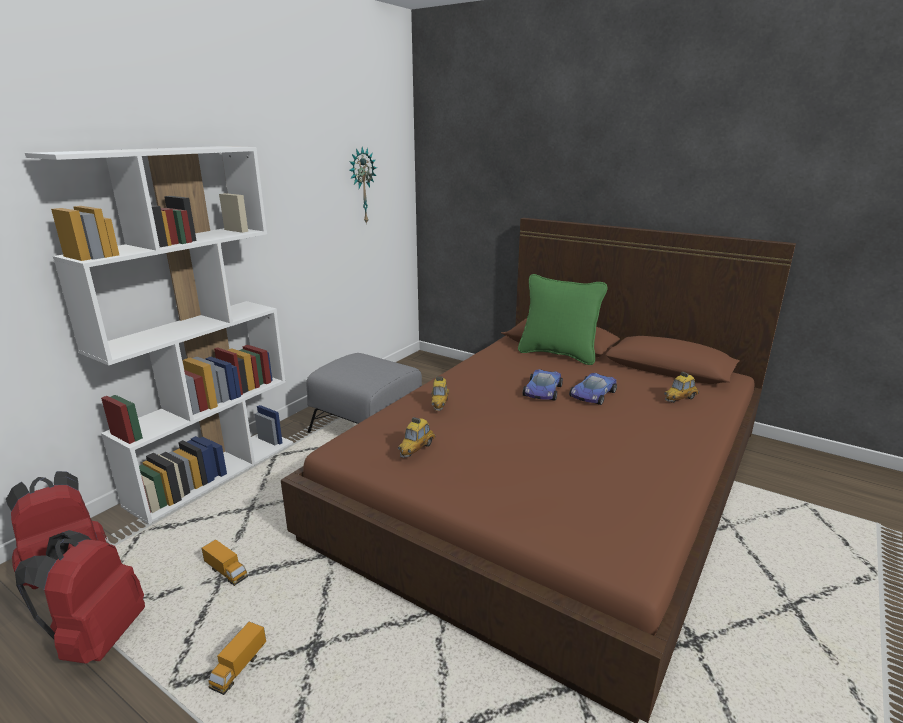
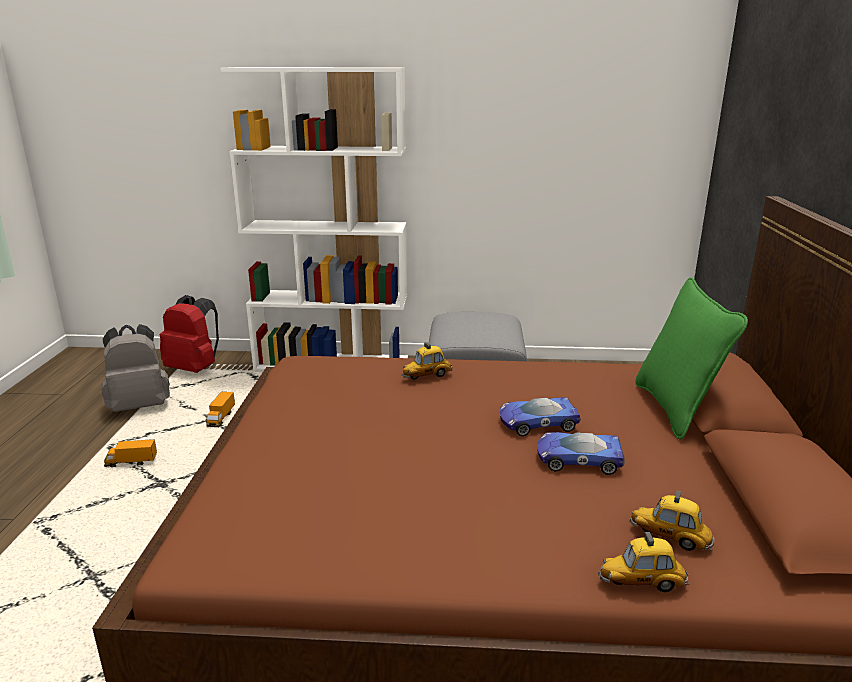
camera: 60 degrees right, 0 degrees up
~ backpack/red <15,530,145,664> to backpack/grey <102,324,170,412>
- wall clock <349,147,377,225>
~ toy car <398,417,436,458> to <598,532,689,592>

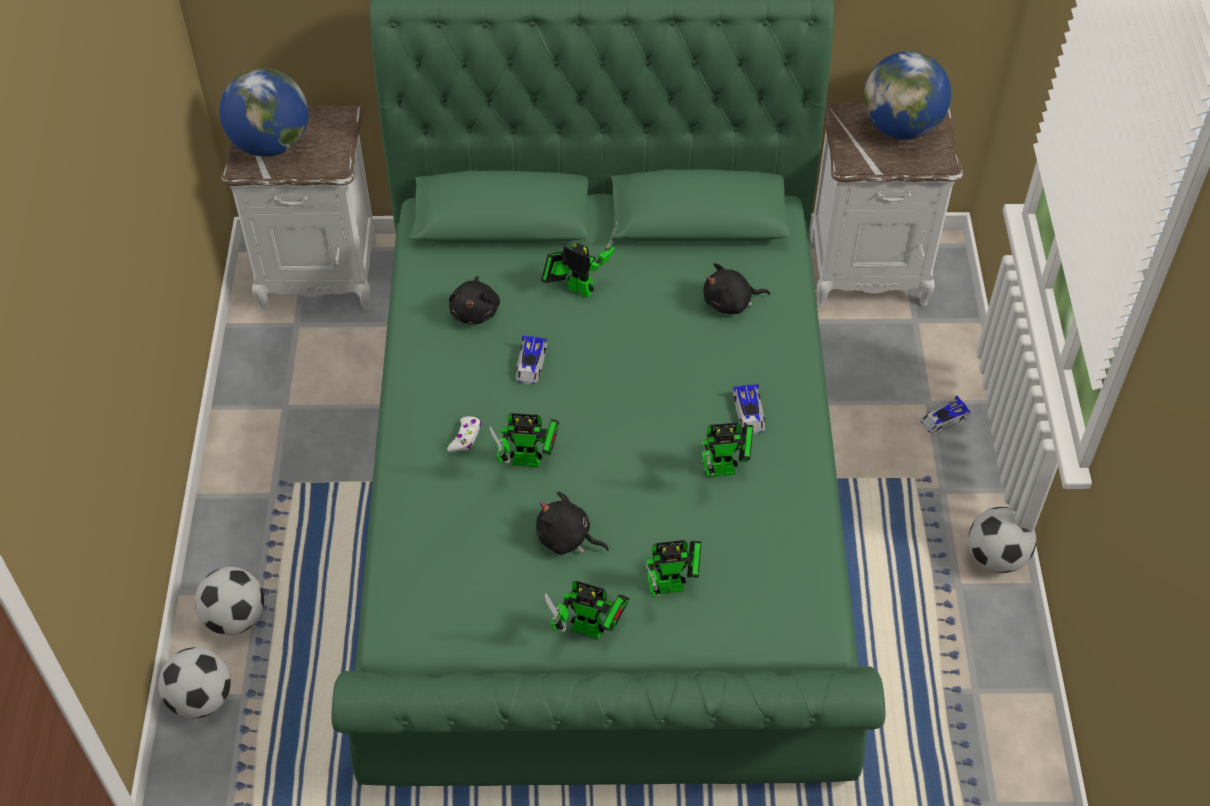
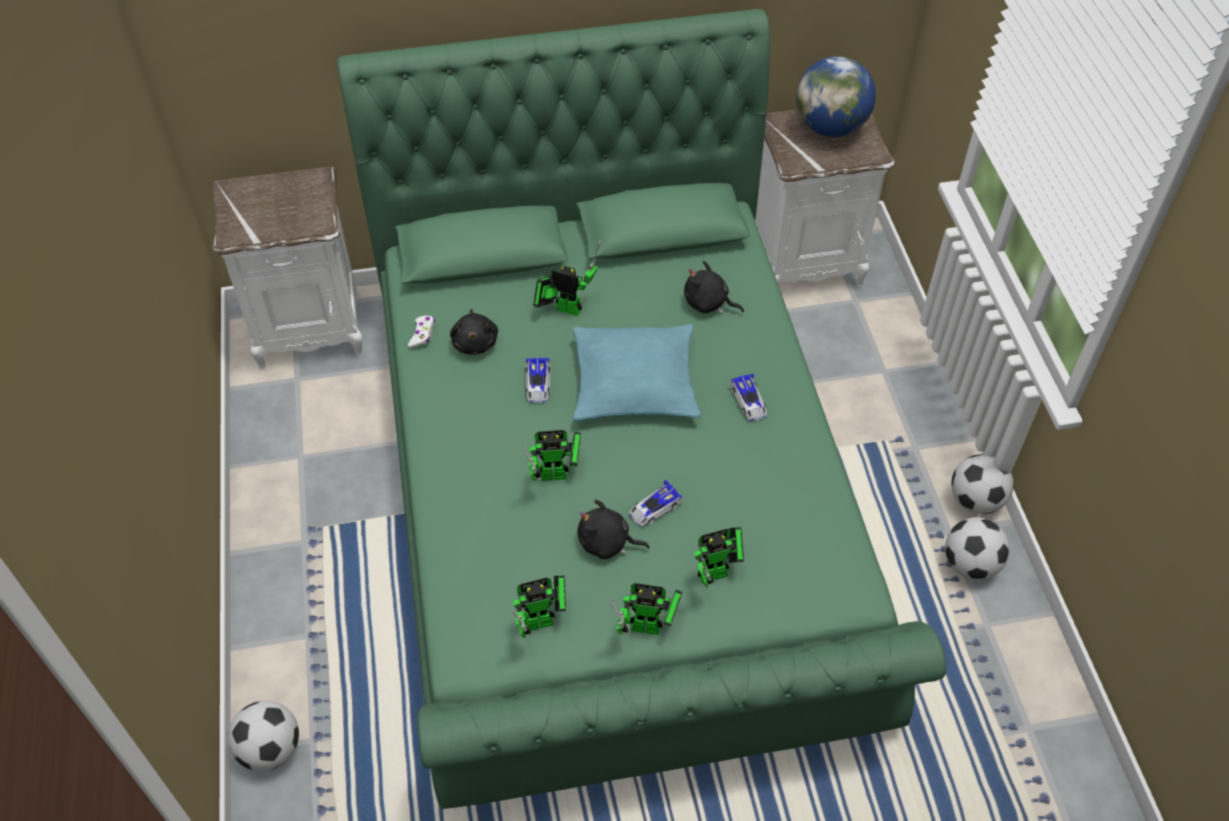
camera: 10 degrees left, 0 degrees up
~ football <195,567,264,635> to <945,517,1010,580>
- globe <220,68,309,157>
~ game controller/white <447,416,481,452> to <408,316,435,348>
~ toy robot <701,423,754,477> to <511,575,566,638>
~ plush toy/black <703,263,770,314> = <684,261,744,314> 45 degrees clockwise
~ toy car <921,395,971,433> to <629,480,683,527>
+ pillow/turquoise <573,324,701,421>

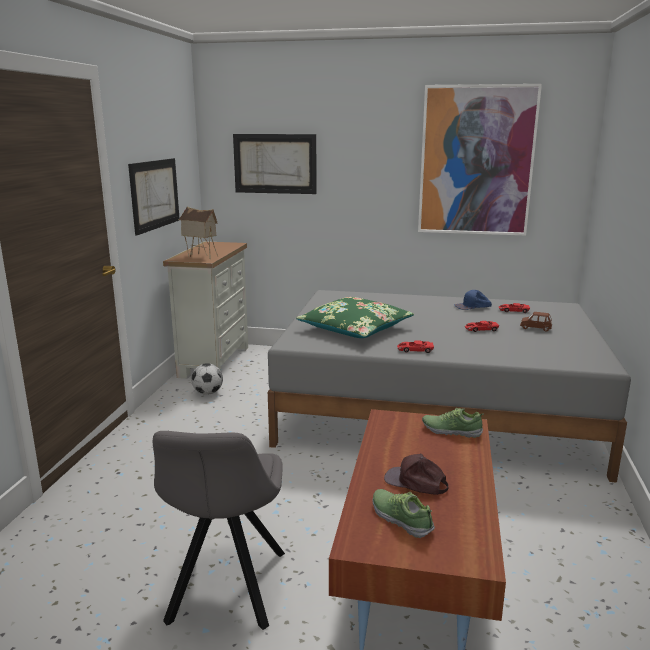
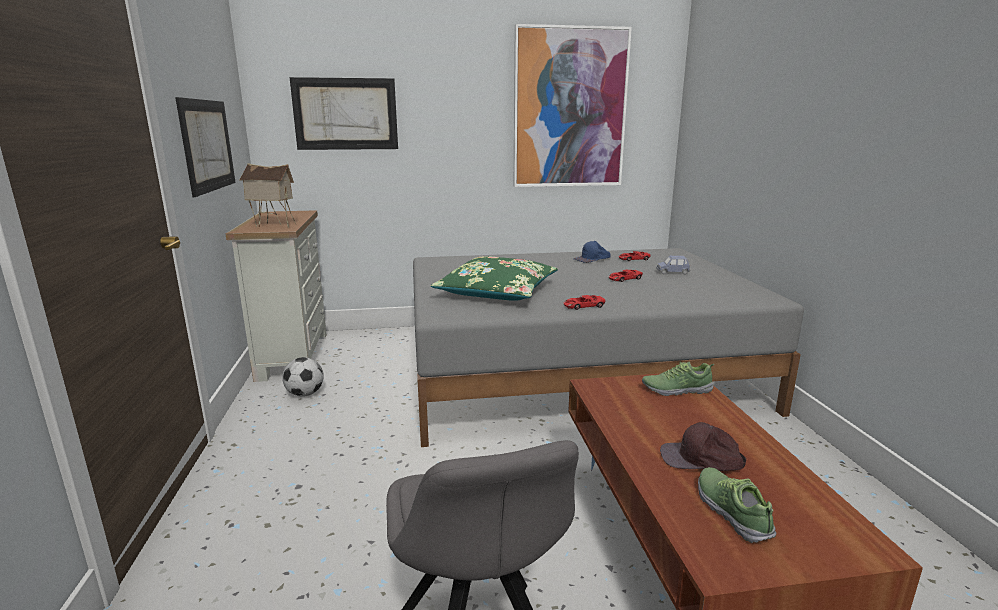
camera: 20 degrees left, 0 degrees up
~ shoe <373,489,435,538> = <698,467,776,543> 45 degrees clockwise
~ toy car/brown <520,312,552,332> to toy car/blue <656,256,690,275>

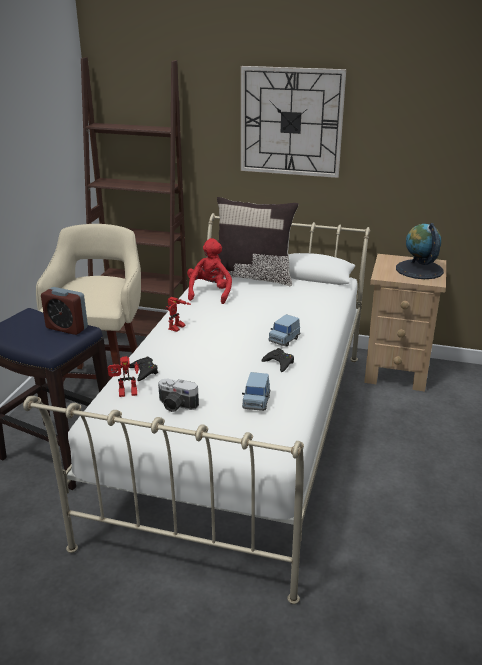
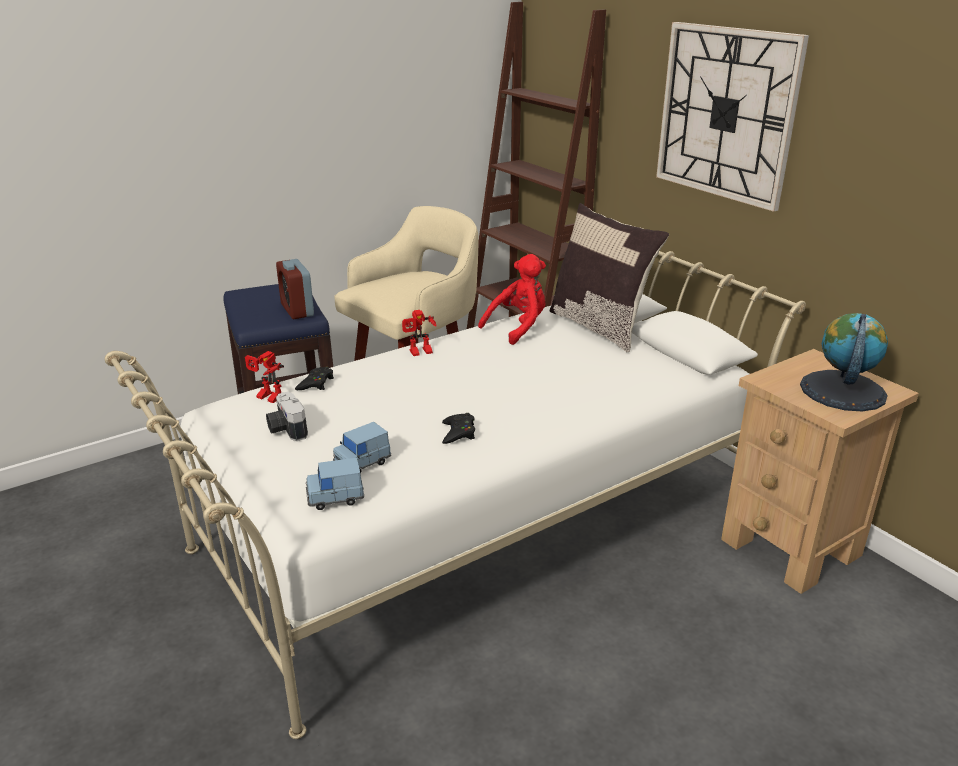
camera: 40 degrees right, 0 degrees up
~ toy car/blue <269,314,300,347> to <305,458,364,510>

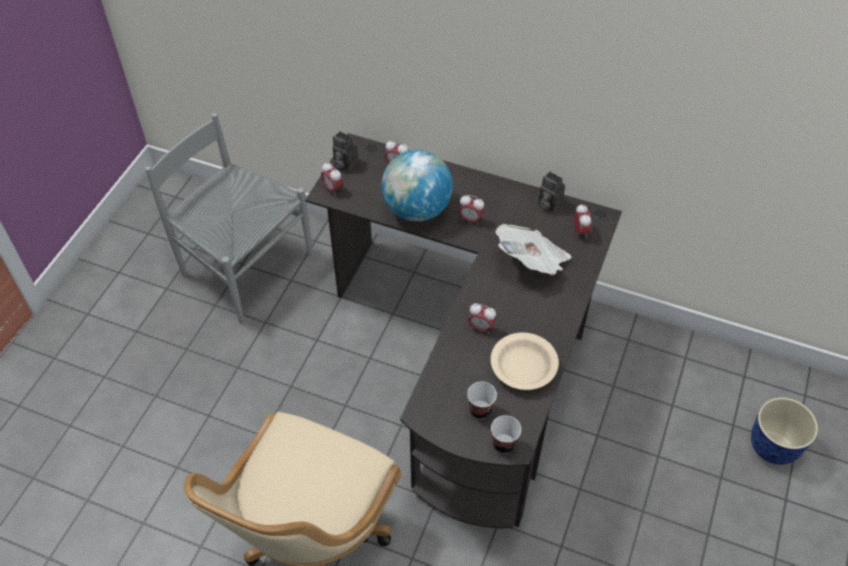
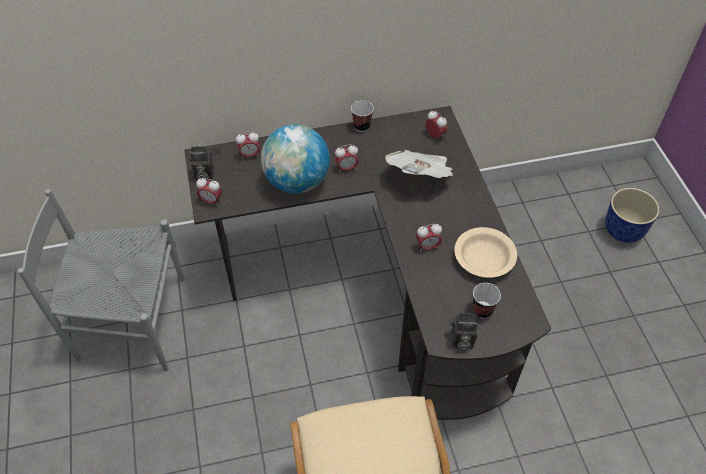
camera: 35 degrees left, 0 degrees up
~ cup <491,415,521,454> to <351,100,374,132>
~ photo camera <538,172,565,213> to <451,313,478,350>

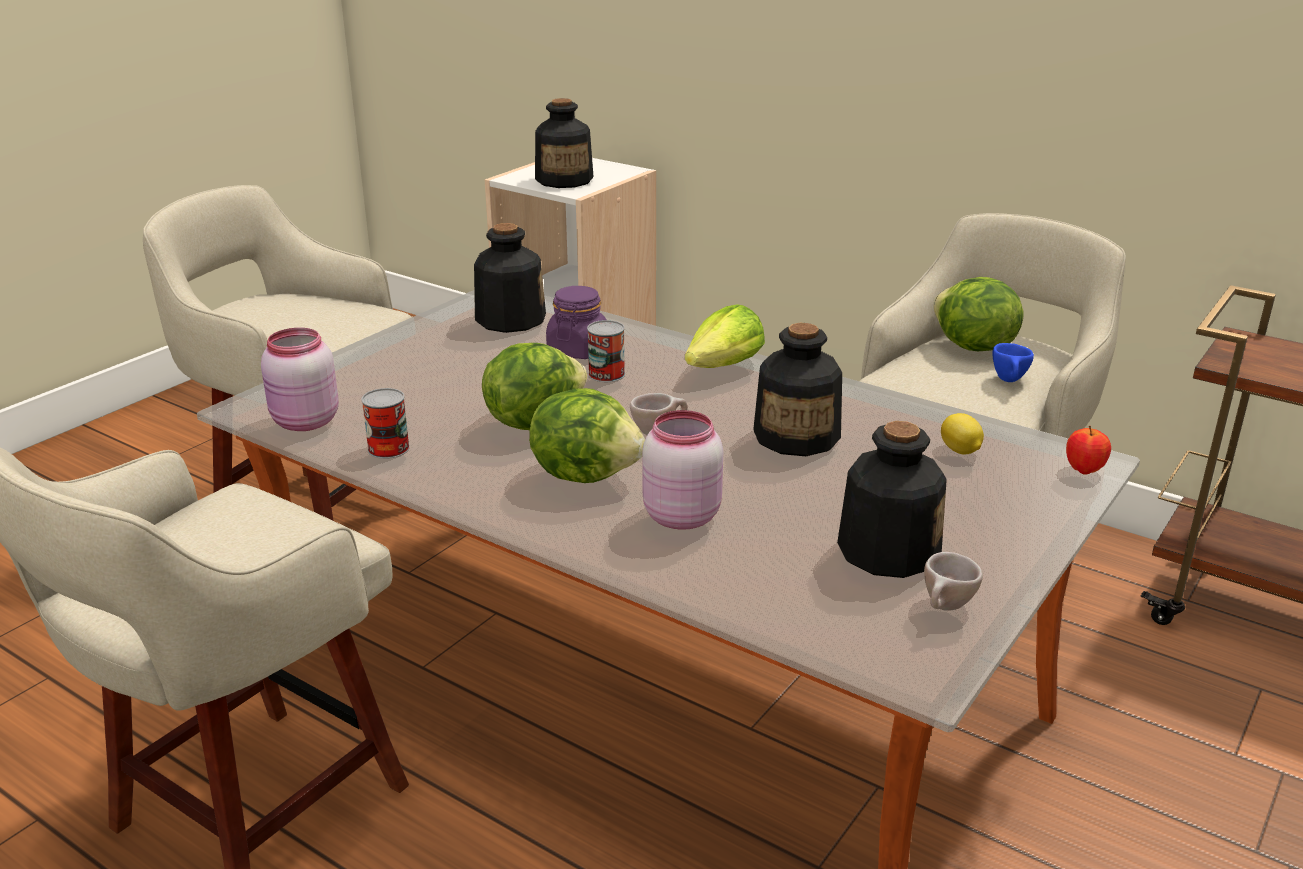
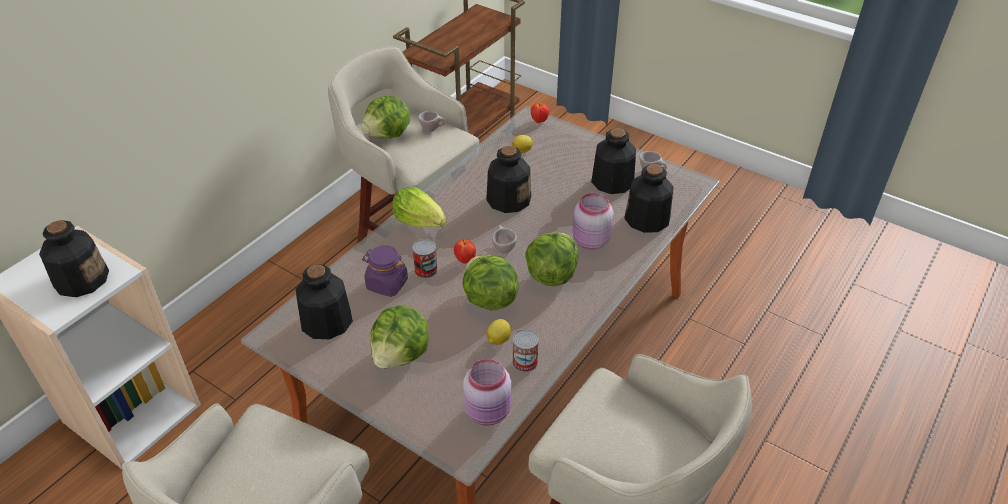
camera: 90 degrees left, 15 degrees up
~ cup/blue <993,343,1034,382> to cup/beige <418,111,446,132>
+ lettuce <370,305,429,368>
+ apple <454,239,476,264>
+ lemon <486,319,511,345>
+ bottle <624,164,674,233>

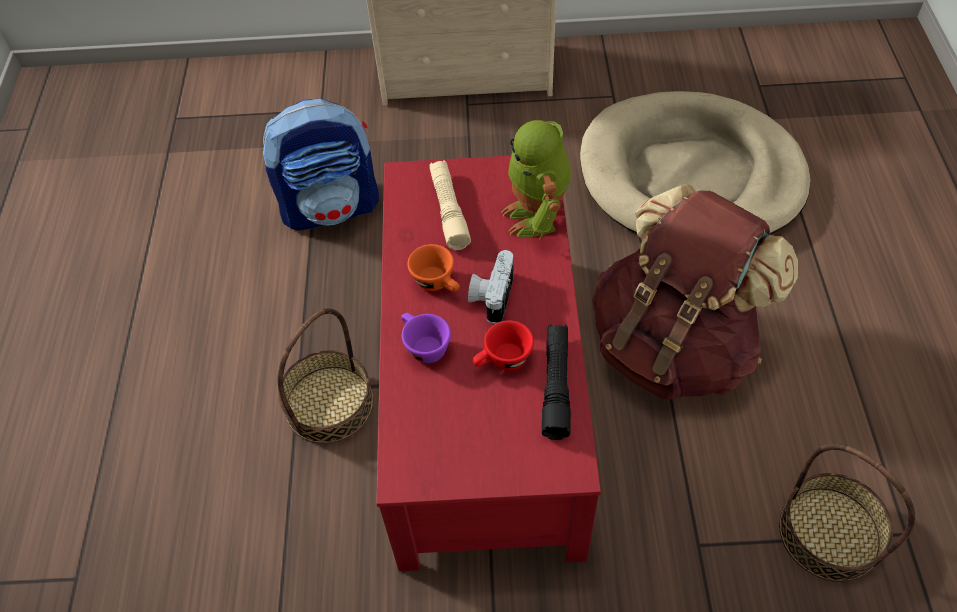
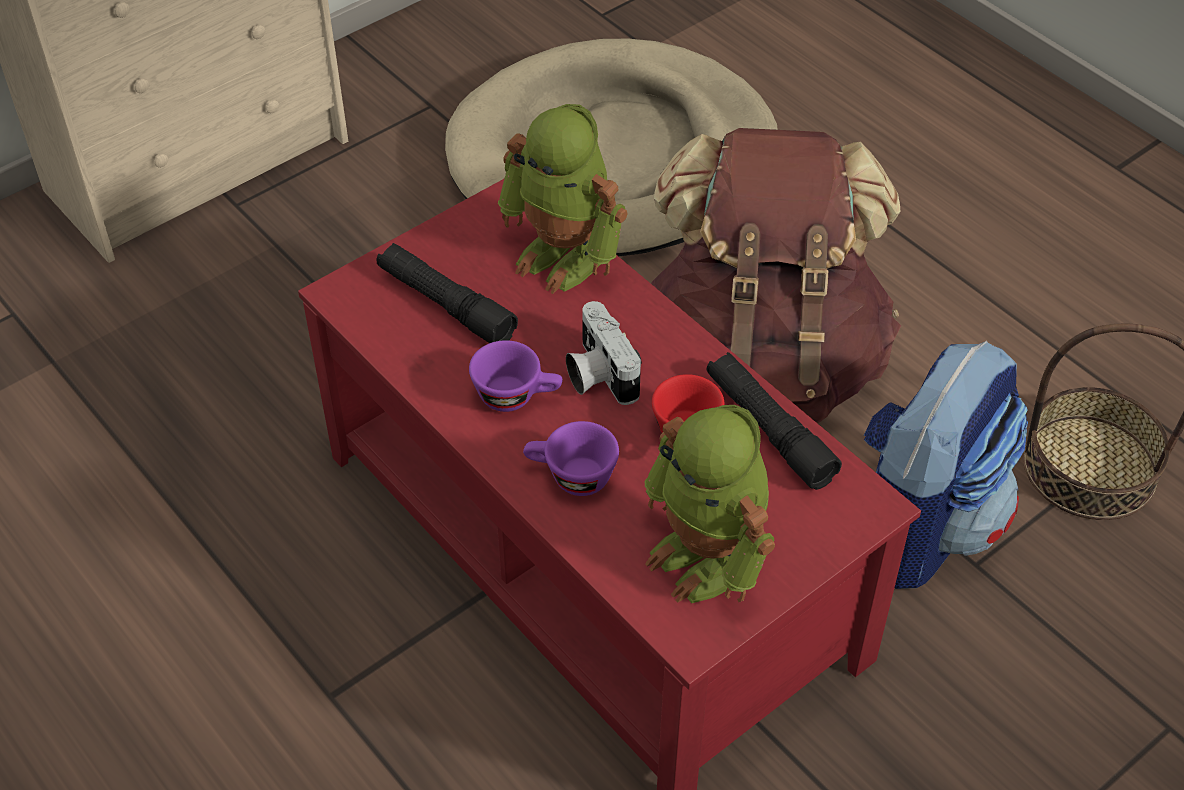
camera: 40 degrees left, 5 degrees down
~ backpack <262,98,379,230> to <864,341,1028,589>
- basket <278,308,374,444>
~ cup/orange <407,244,460,292> to cup/purple <469,340,563,412>
~ flashlight/beige <429,160,471,250> to flashlight/black <377,243,518,343>
+ toy robot <645,405,775,603>

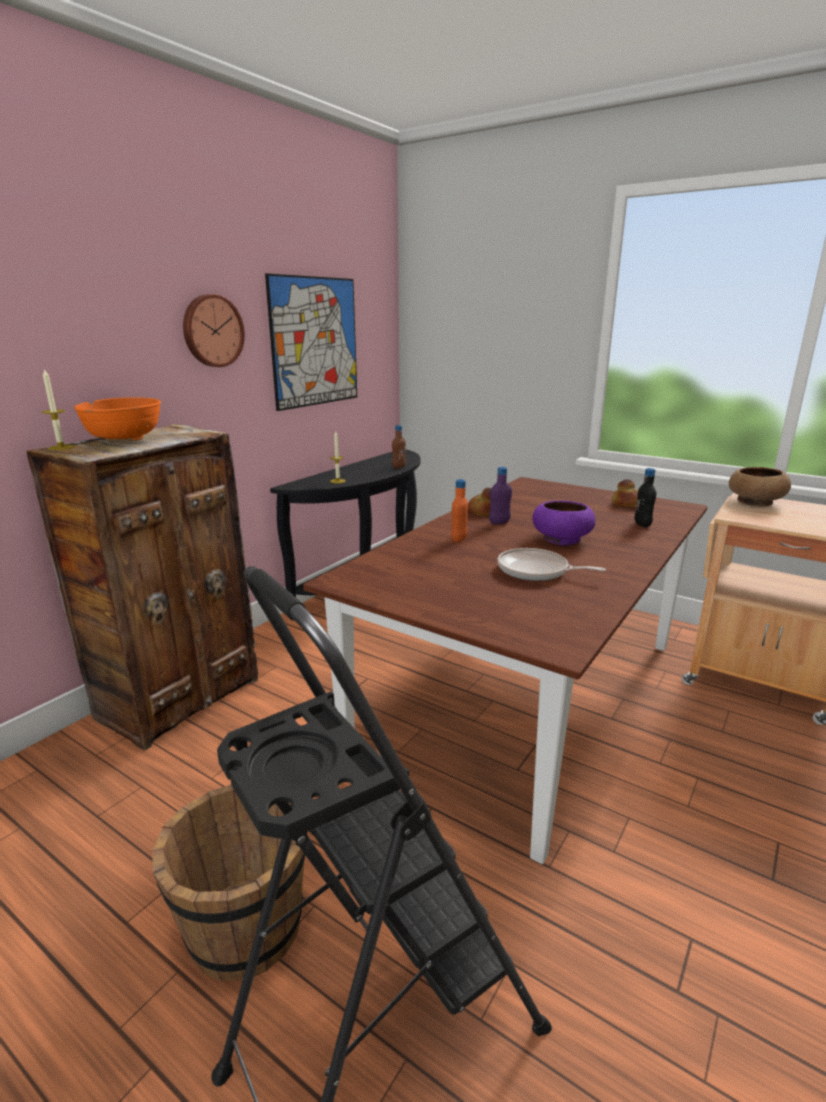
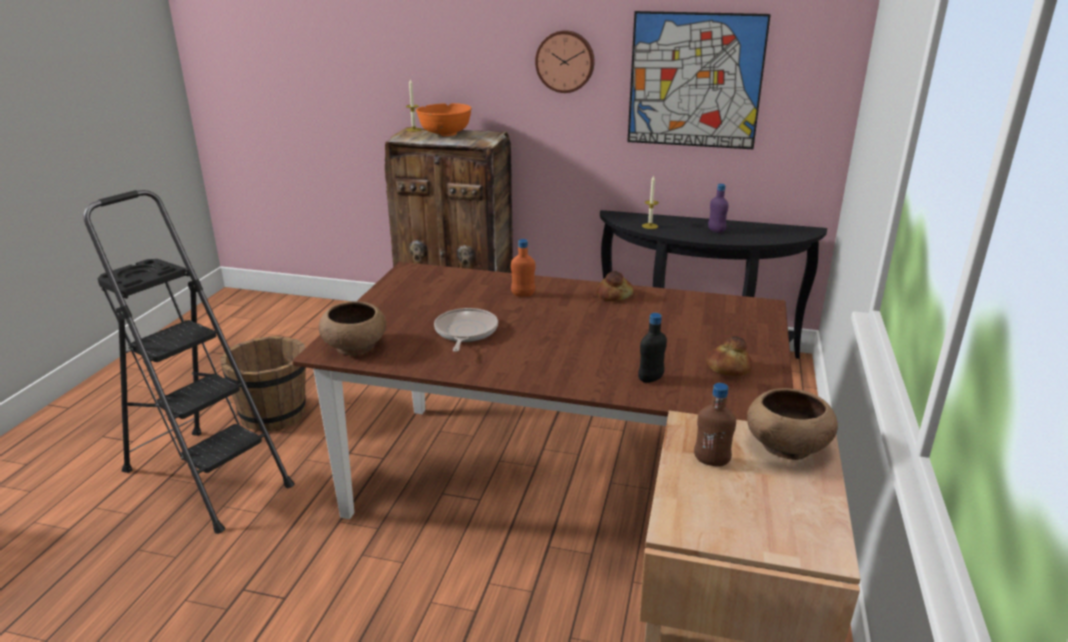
camera: 70 degrees right, 5 degrees up
~ bottle/brown <392,425,406,469> to <694,383,736,467>
~ bottle/purple <489,467,512,525> to <708,184,729,233>
- bowl/purple <532,501,596,545>
+ bowl/brown <319,301,386,355>

